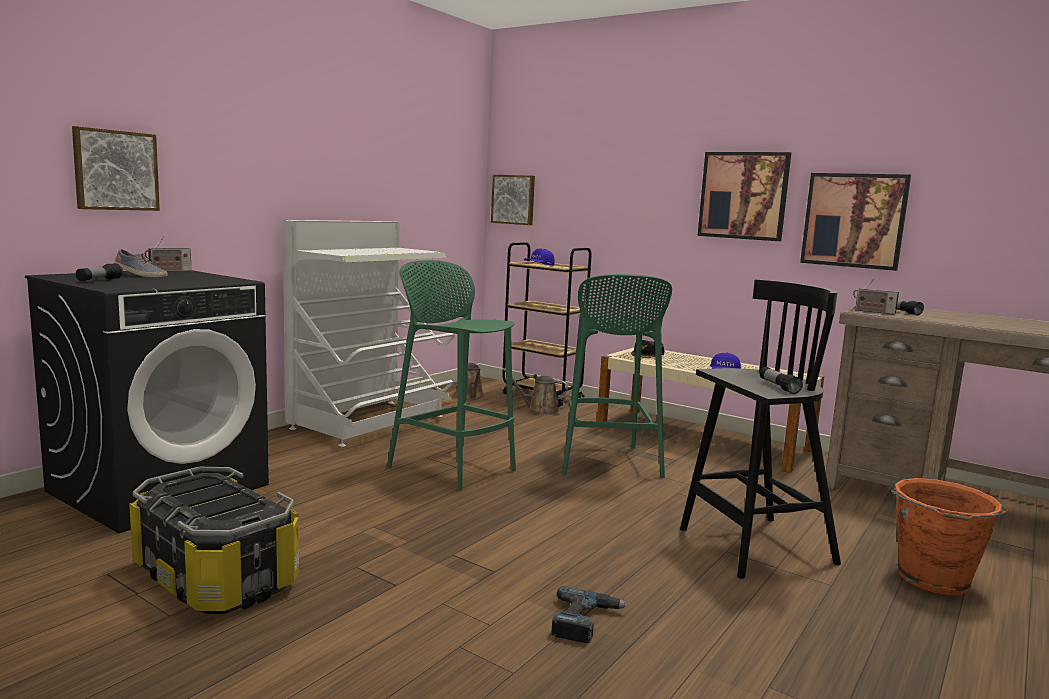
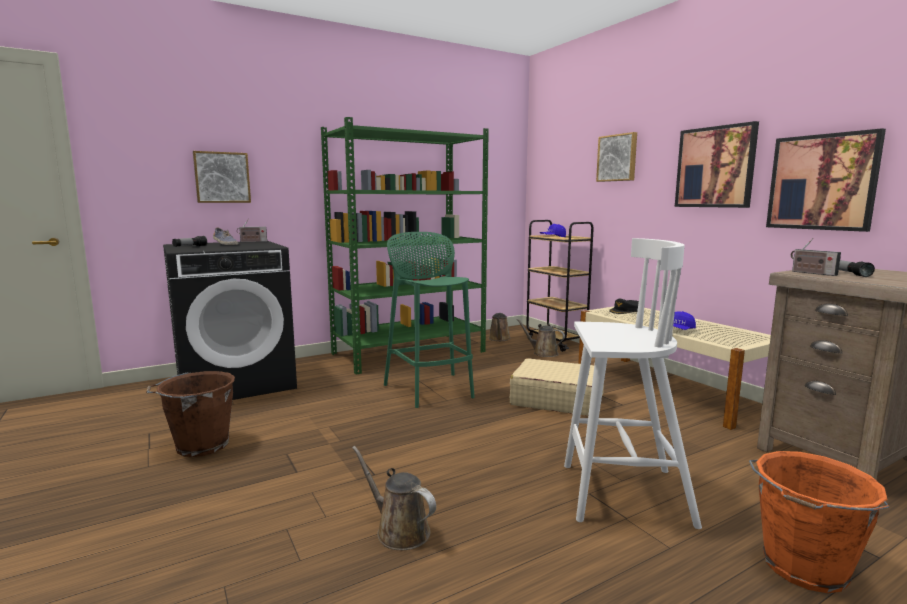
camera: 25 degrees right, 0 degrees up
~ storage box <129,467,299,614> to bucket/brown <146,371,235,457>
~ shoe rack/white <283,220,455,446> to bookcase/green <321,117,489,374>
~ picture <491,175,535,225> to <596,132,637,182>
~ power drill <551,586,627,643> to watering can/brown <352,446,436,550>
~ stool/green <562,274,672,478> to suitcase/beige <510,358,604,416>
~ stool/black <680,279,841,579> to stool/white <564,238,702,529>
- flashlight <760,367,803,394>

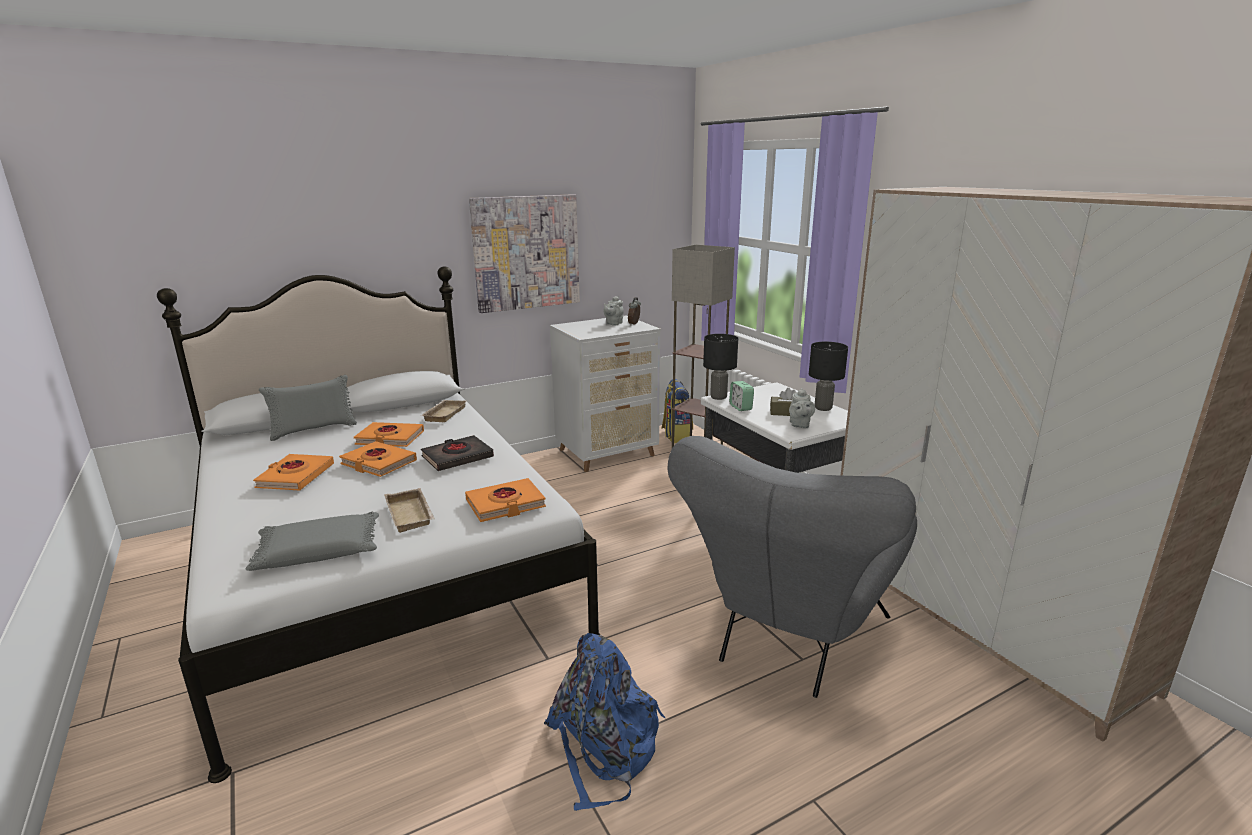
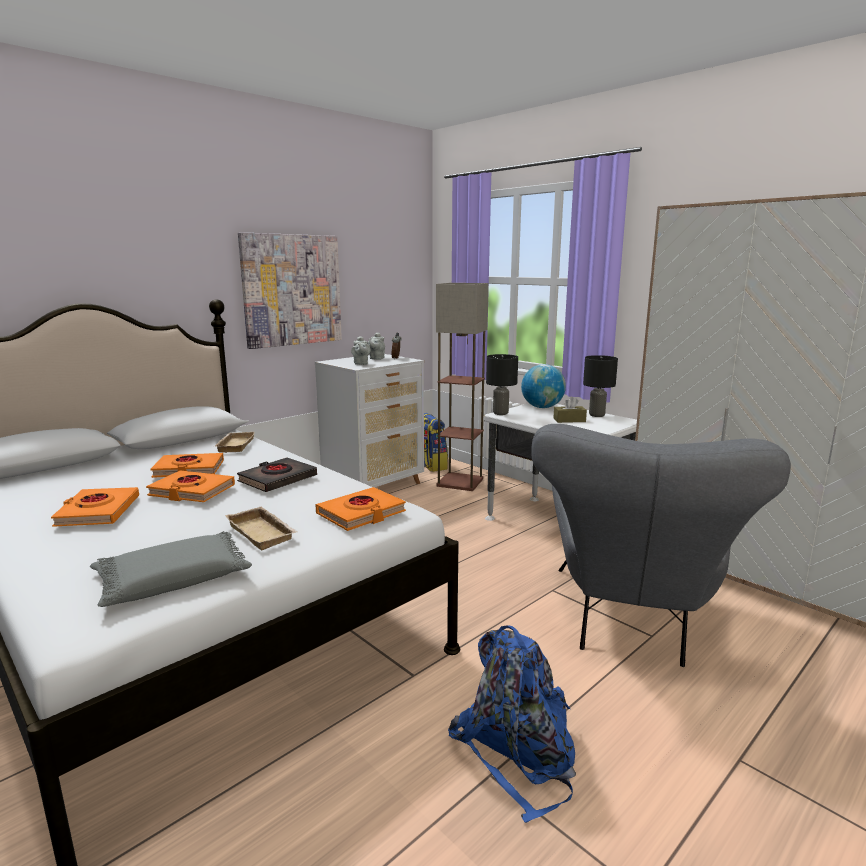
camera: 15 degrees left, 5 degrees down
- pillow/grey <259,375,357,441>
- alarm clock <729,381,754,411>
~ teapot/grey <789,388,815,429> to <351,336,370,365>
+ globe <521,364,566,408>

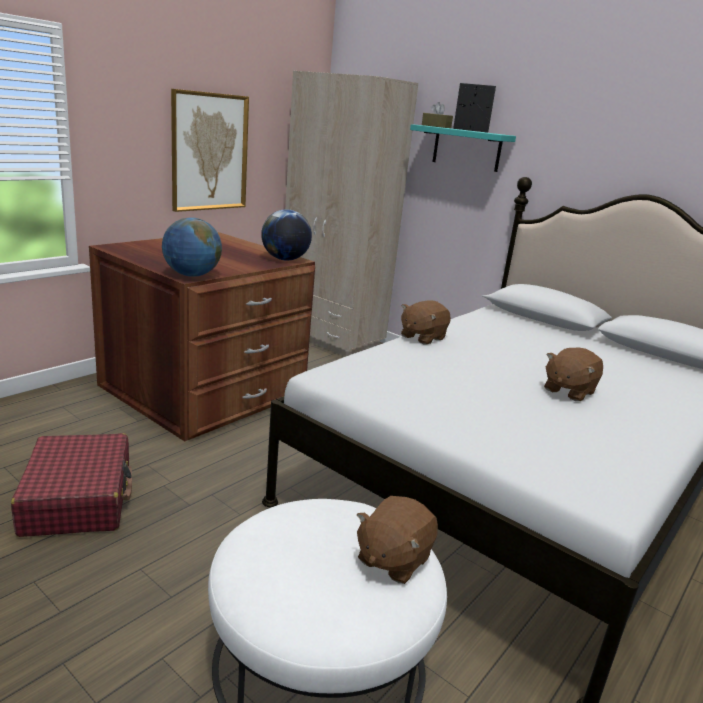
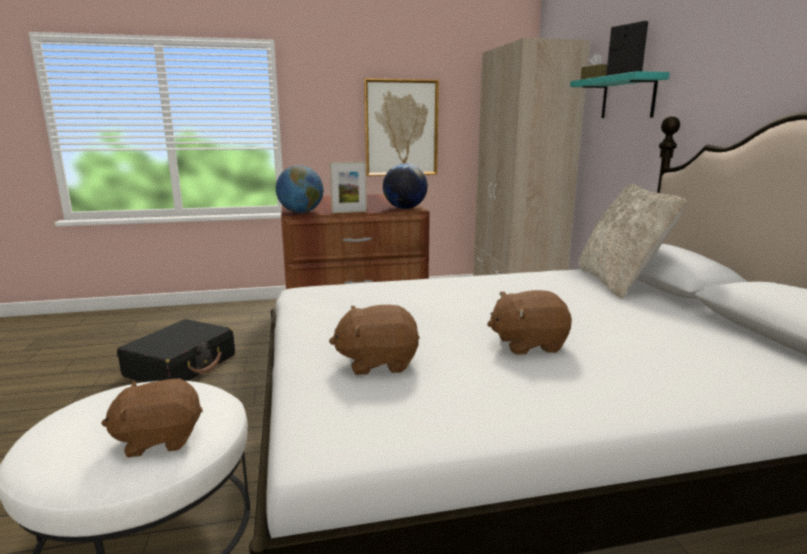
camera: 40 degrees right, 5 degrees down
~ suitcase/red <11,433,132,537> to suitcase/black <117,319,235,382>
~ plush toy/brown <401,300,451,344> to <329,305,420,375>
+ picture frame <330,161,367,213>
+ pillow/beige <578,184,687,298>

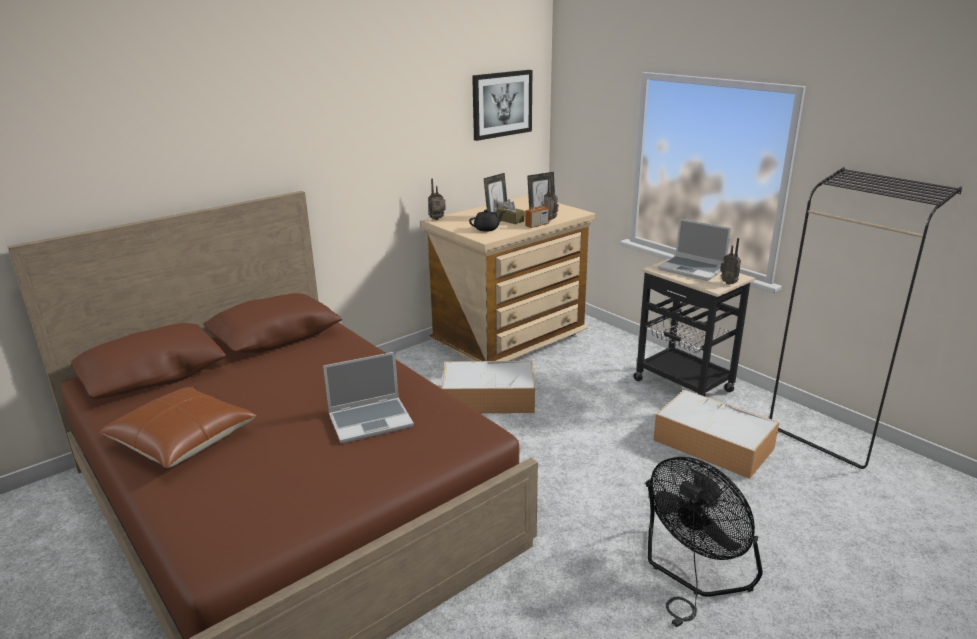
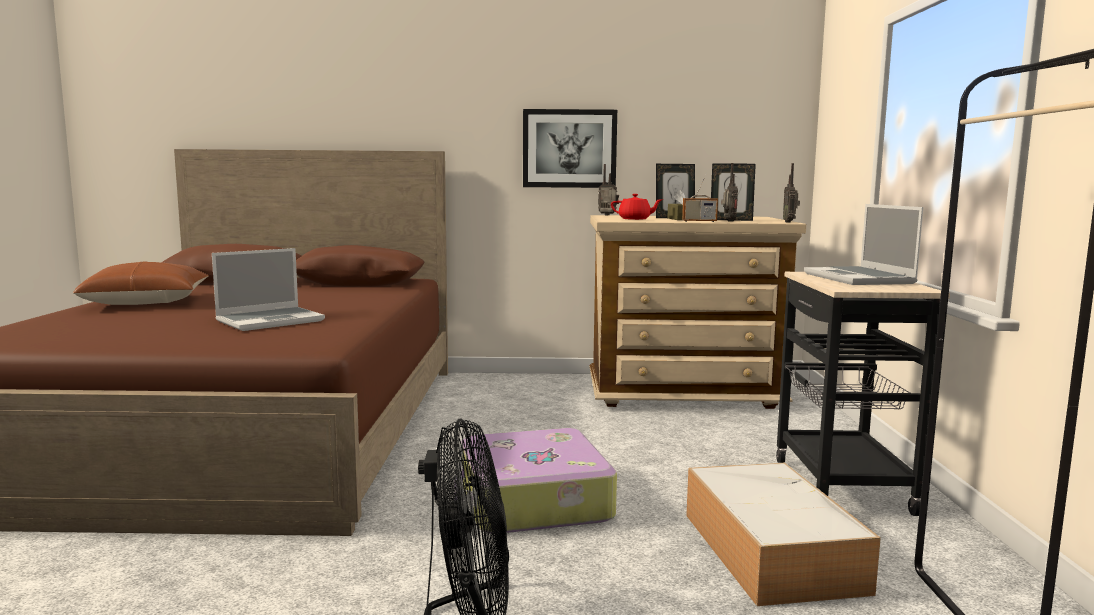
camera: 40 degrees right, 15 degrees down
~ laptop <323,352,414,443> = <212,248,325,331> 60 degrees counterclockwise
- storage box <442,361,535,413>
~ teapot/black <469,210,505,232> to teapot/red <611,194,662,220>
~ picture <472,70,532,141> to <523,109,617,188>
~ radio <720,238,741,285> to <783,163,800,223>
+ suitcase <454,428,617,534>

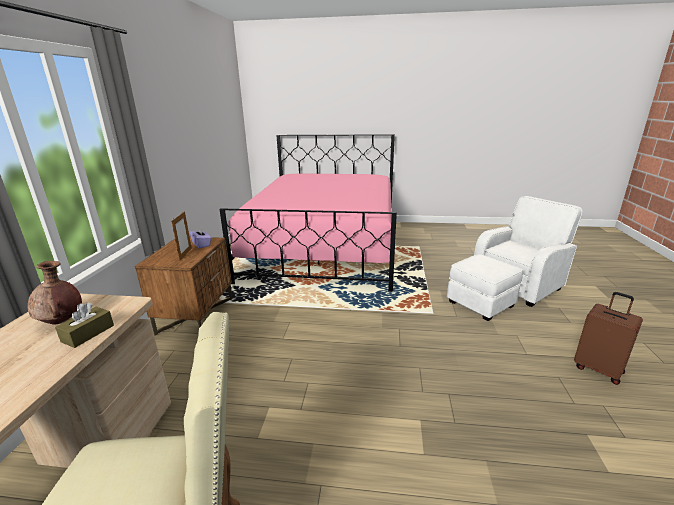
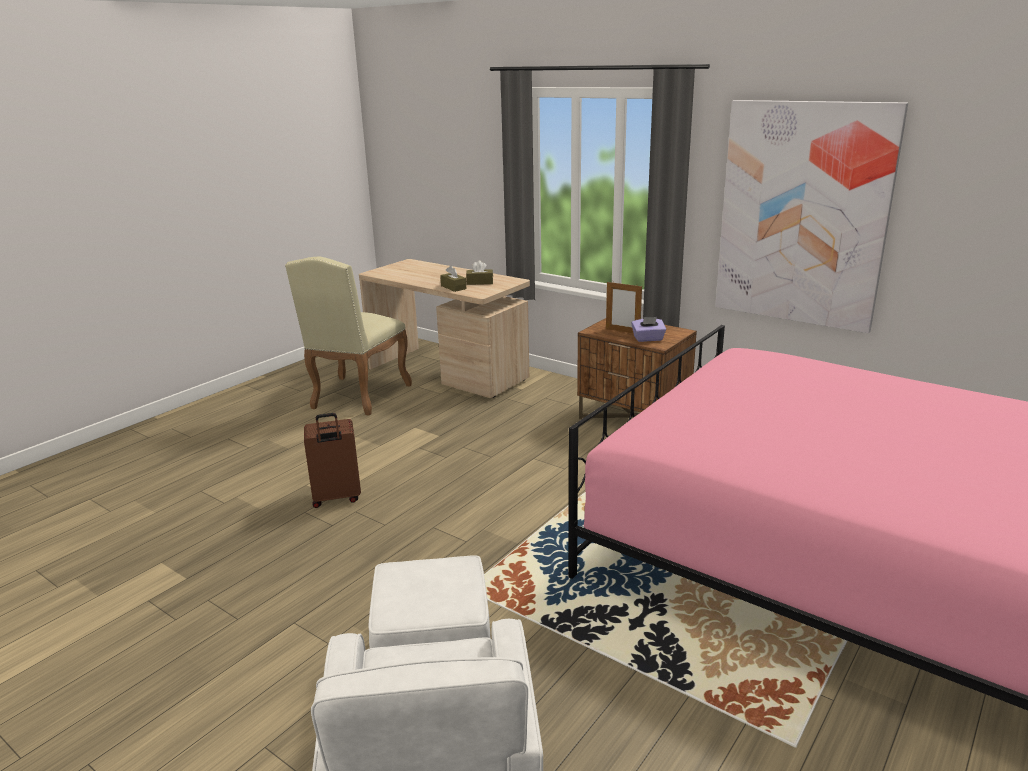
camera: 120 degrees right, 0 degrees up
~ vase/brown <27,261,82,325> to tissue box/brown <466,260,493,285>
~ suitcase/brown <574,292,643,385> to <304,413,361,508>
+ picture <715,100,908,333>

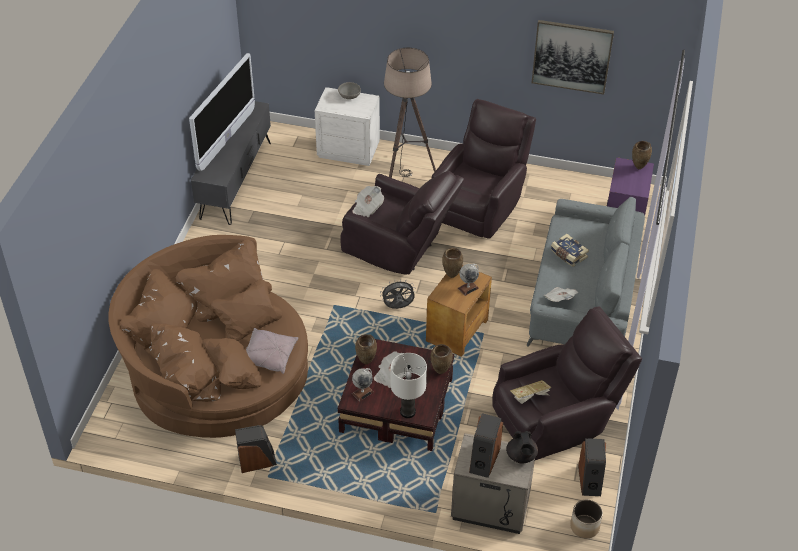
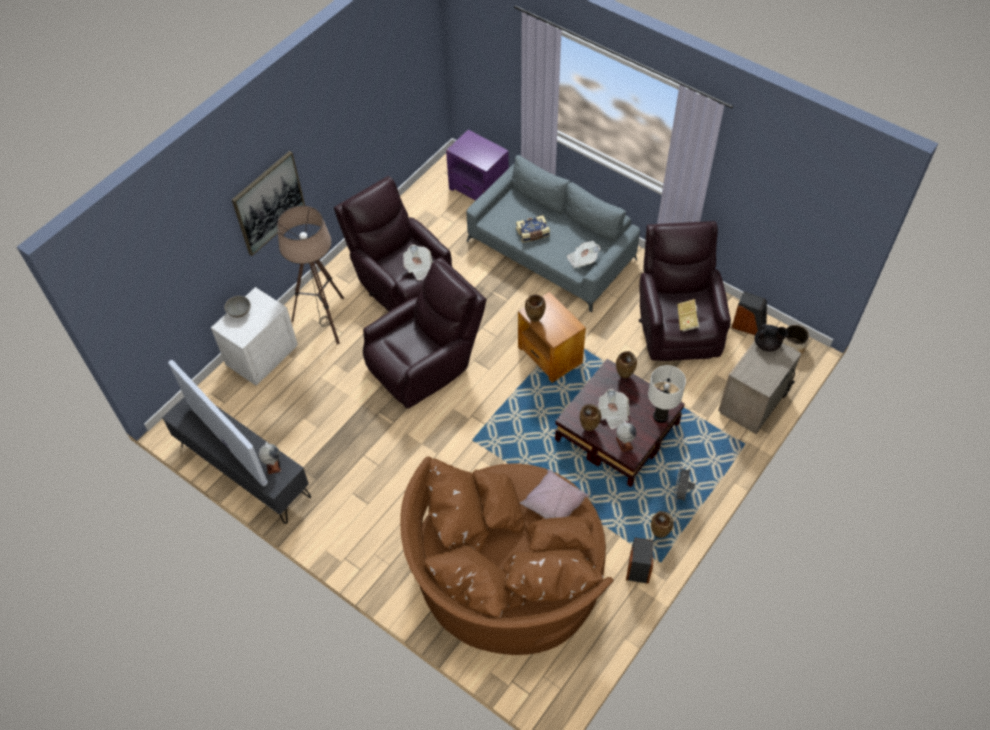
camera: 65 degrees left, 10 degrees up
~ newspaper <352,186,384,217> to <403,244,433,281>
~ fan/grey <380,279,416,309> to <674,465,695,503>
~ globe <458,264,479,296> to <259,442,281,474>
- speaker <469,413,503,478>
~ picture <532,20,614,94> to <232,151,305,256>
~ vase/brown <632,141,652,169> to <651,511,673,538>

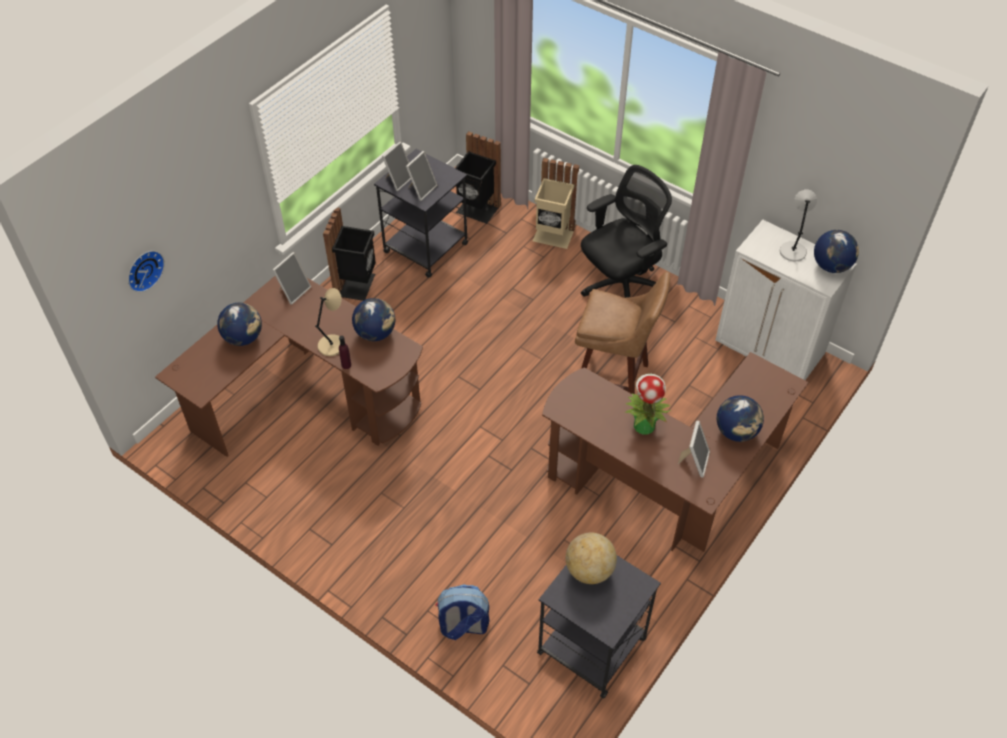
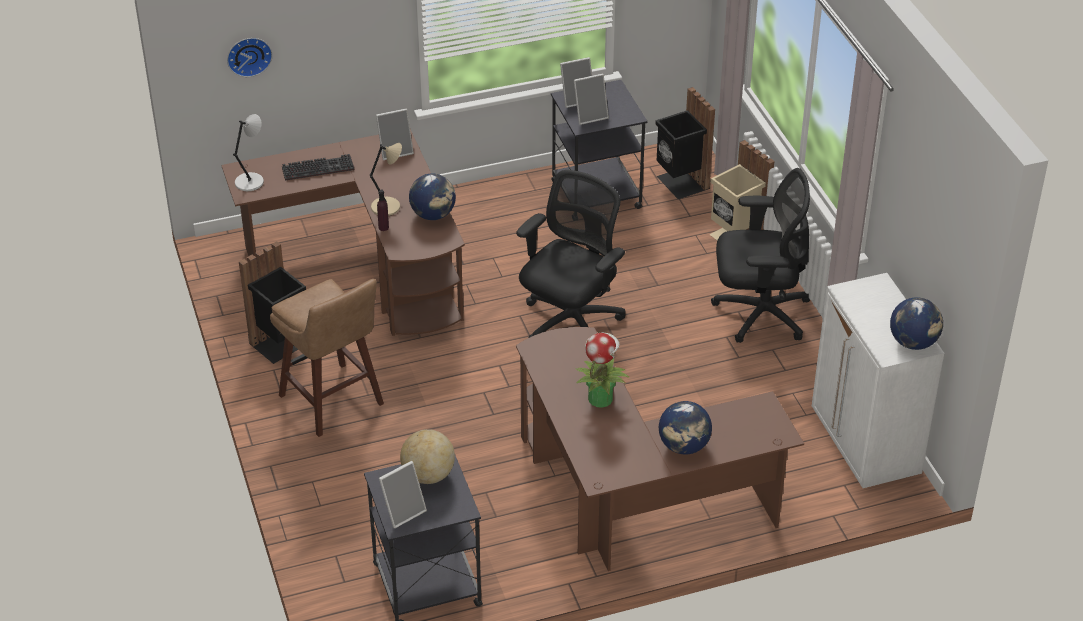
camera: 35 degrees right, 10 degrees down
~ globe <217,303,262,346> to keyboard <282,154,354,181>
~ trash can/black <323,207,376,301> to <239,241,306,364>
- backpack <435,584,489,640>
~ stool/brown <575,271,671,394> to <270,279,384,437>
~ picture frame <678,421,710,478> to <379,461,427,528>
~ table lamp/grey <780,189,817,261> to <233,114,264,191>
+ office chair/black <516,170,626,338>

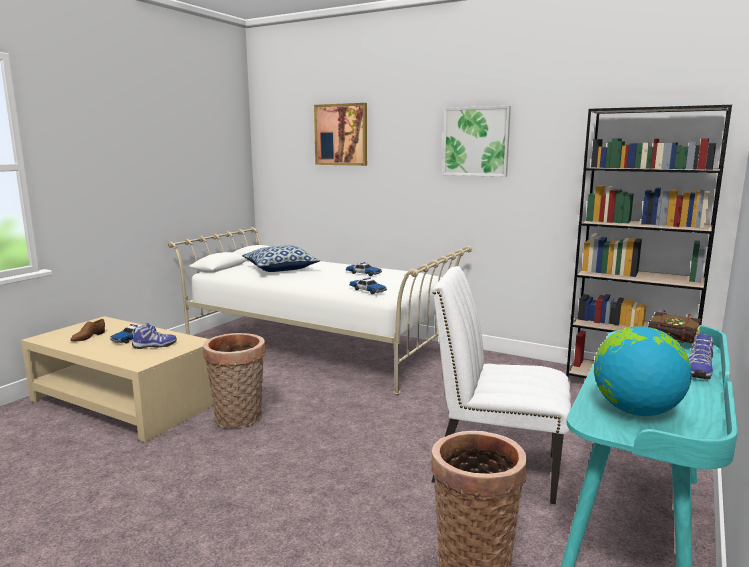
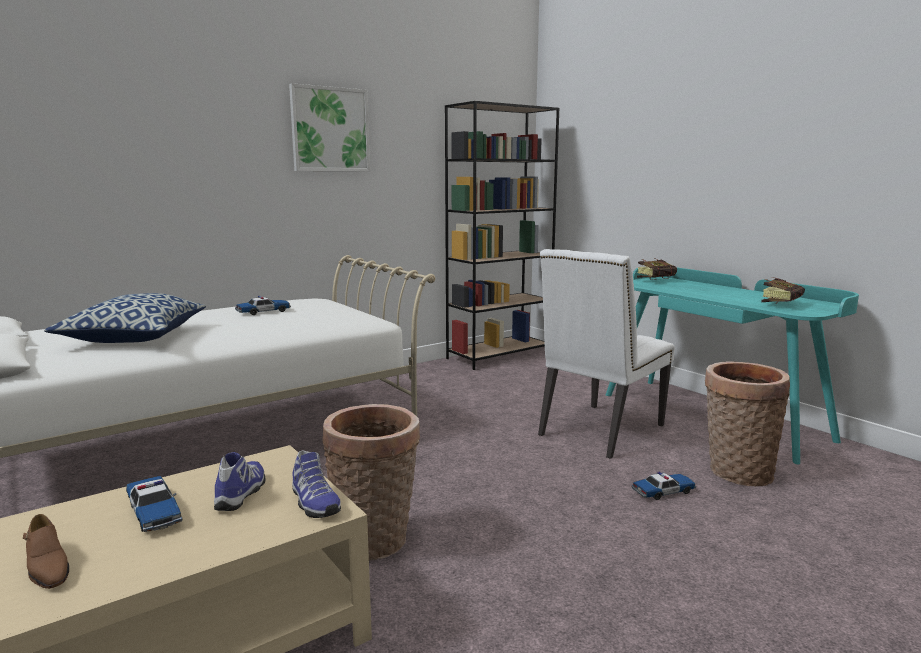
camera: 65 degrees left, 0 degrees up
- picture <314,103,367,166>
~ toy car <349,278,387,294> to <631,472,696,500>
~ globe <594,326,692,416> to book <762,277,805,303>
~ shoe <688,334,713,379> to <292,450,341,518>

